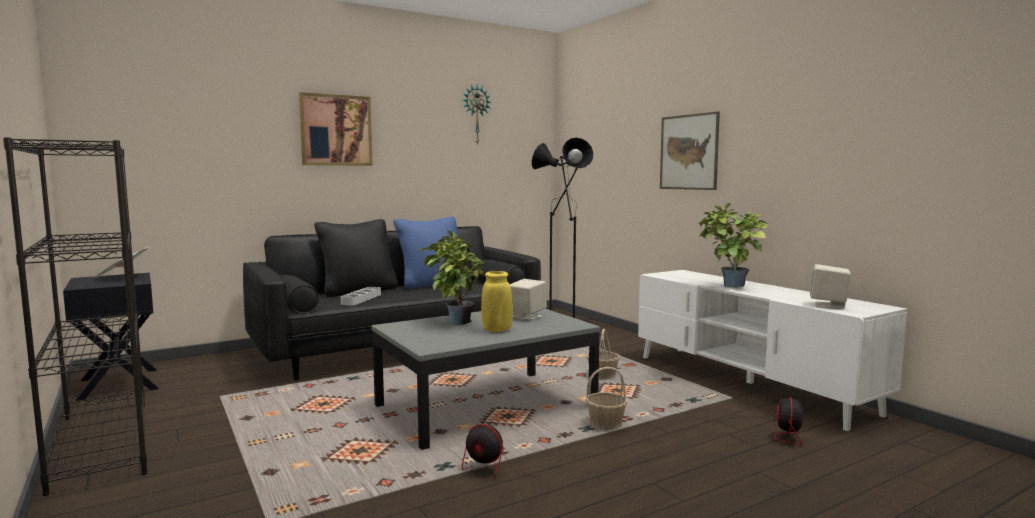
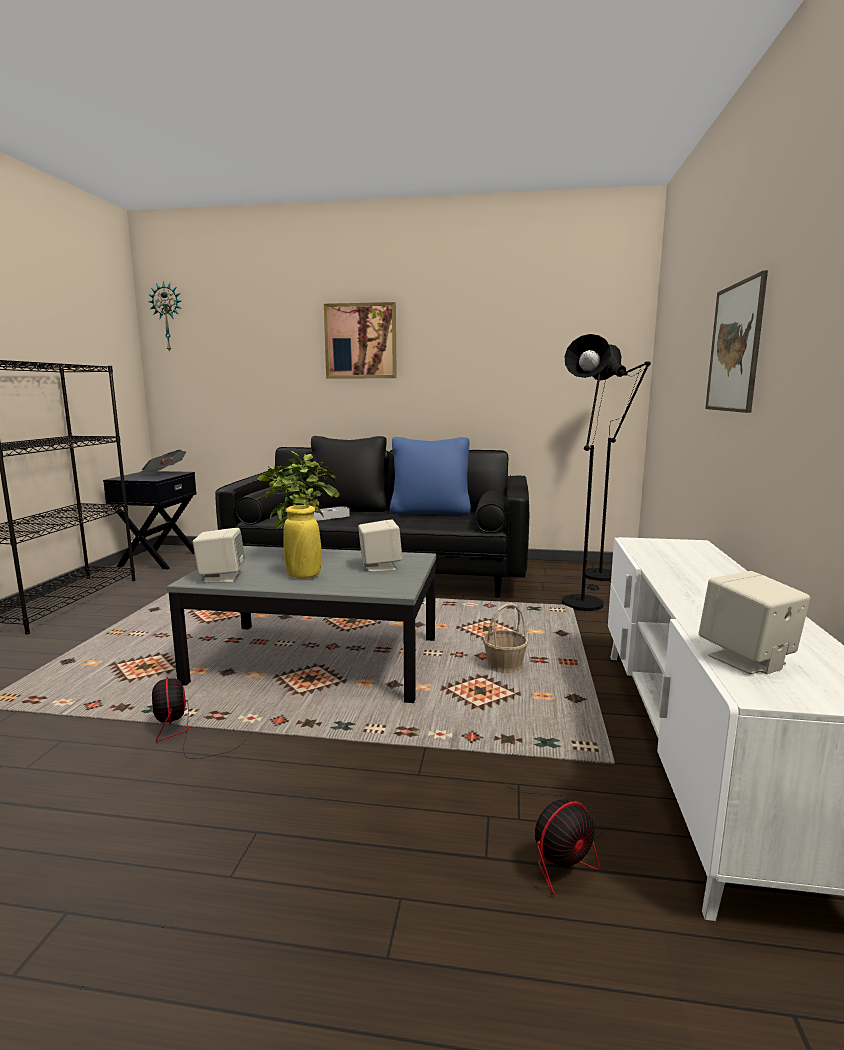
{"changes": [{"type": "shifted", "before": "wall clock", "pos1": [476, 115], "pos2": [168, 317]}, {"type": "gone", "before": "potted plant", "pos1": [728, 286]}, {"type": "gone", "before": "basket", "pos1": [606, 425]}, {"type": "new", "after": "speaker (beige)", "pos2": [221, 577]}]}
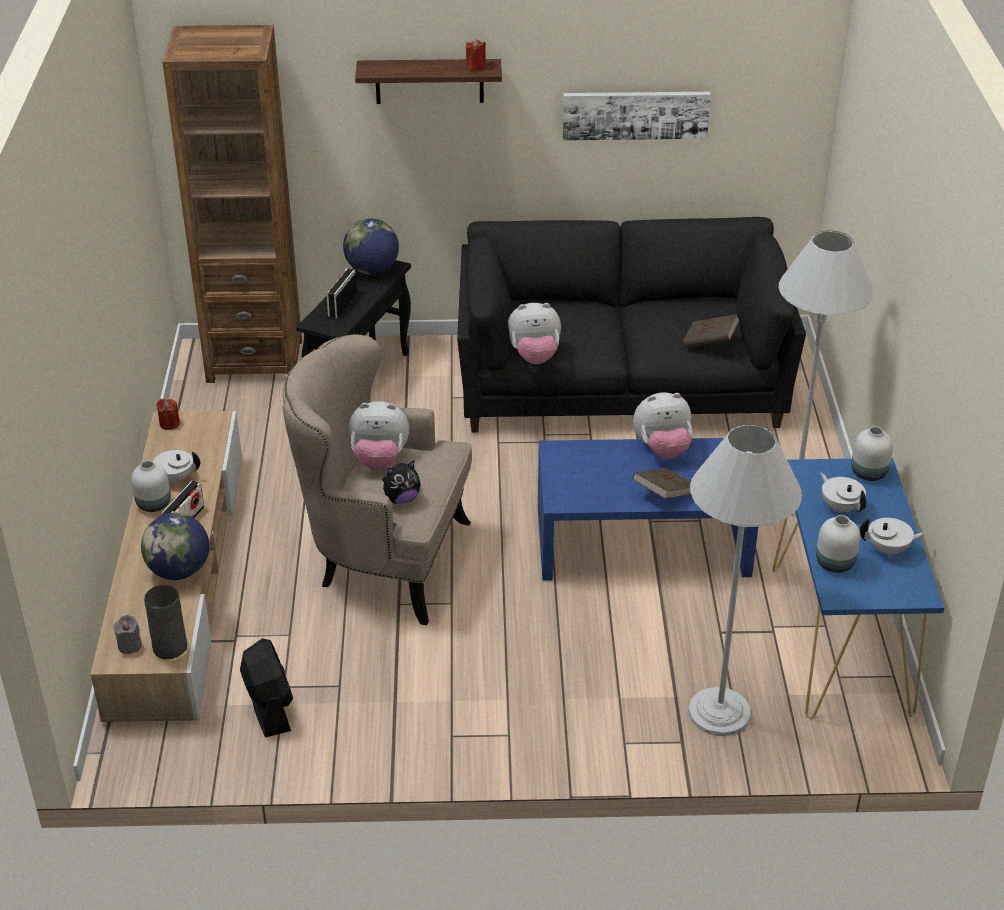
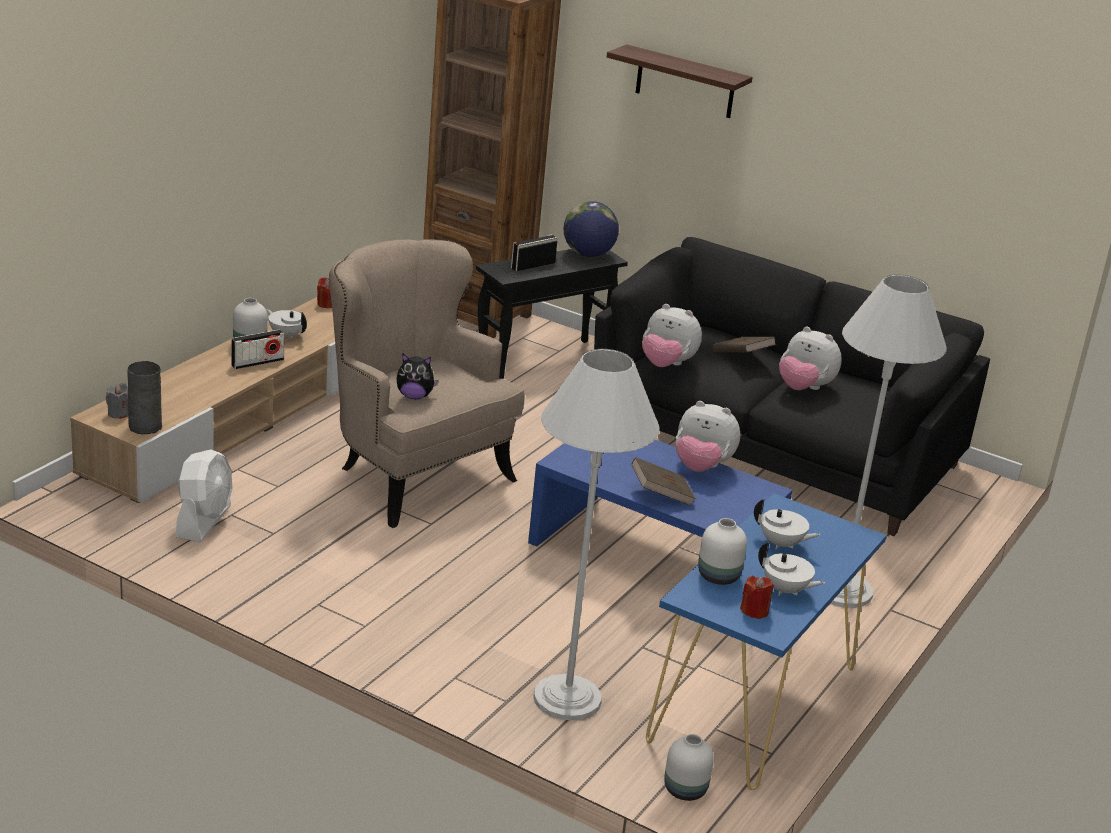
{"changes": [{"type": "shifted", "before": "candle (red)", "pos1": [476, 67], "pos2": [754, 611]}, {"type": "gone", "before": "picture", "pos1": [635, 114]}, {"type": "shifted", "before": "book (brown)", "pos1": [710, 342], "pos2": [742, 357]}, {"type": "shifted", "before": "plush toy", "pos1": [379, 460], "pos2": [804, 388]}, {"type": "shifted", "before": "vase (white)", "pos1": [869, 472], "pos2": [686, 790]}, {"type": "rotated", "before": "teapot (white)", "pos1": [840, 507], "pos2": [781, 544], "turn": 120}, {"type": "gone", "before": "globe", "pos1": [179, 571]}, {"type": "repainted", "before": "fan (black)", "after": "fan (white)", "pos1": [269, 707], "pos2": [204, 521]}]}
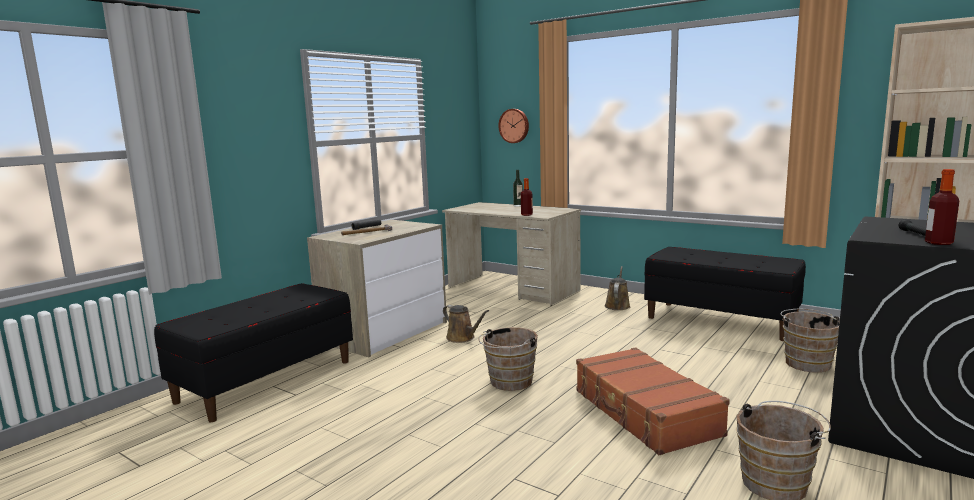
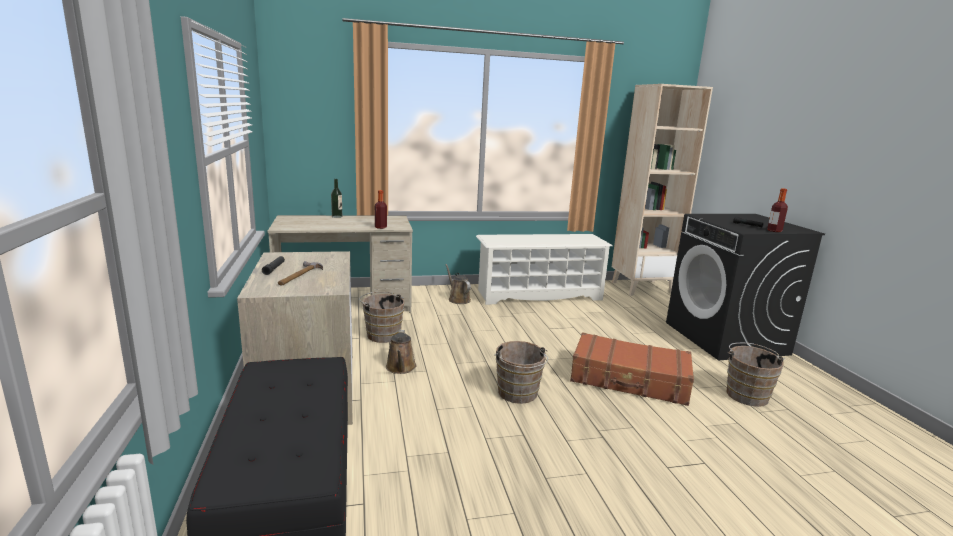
{"changes": [{"type": "gone", "before": "wall clock", "pos1": [514, 126]}, {"type": "swapped", "before": "bench (black)", "after": "shoe rack (white)", "pos1": [720, 320], "pos2": [539, 295]}, {"type": "rotated", "before": "watering can (brown)", "pos1": [462, 338], "pos2": [401, 368], "turn": 90}, {"type": "shifted", "before": "bucket (brown)", "pos1": [806, 362], "pos2": [382, 334]}]}
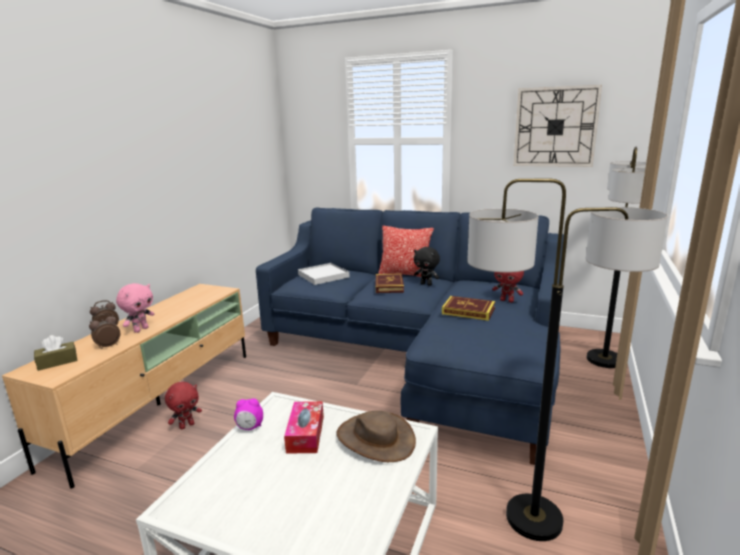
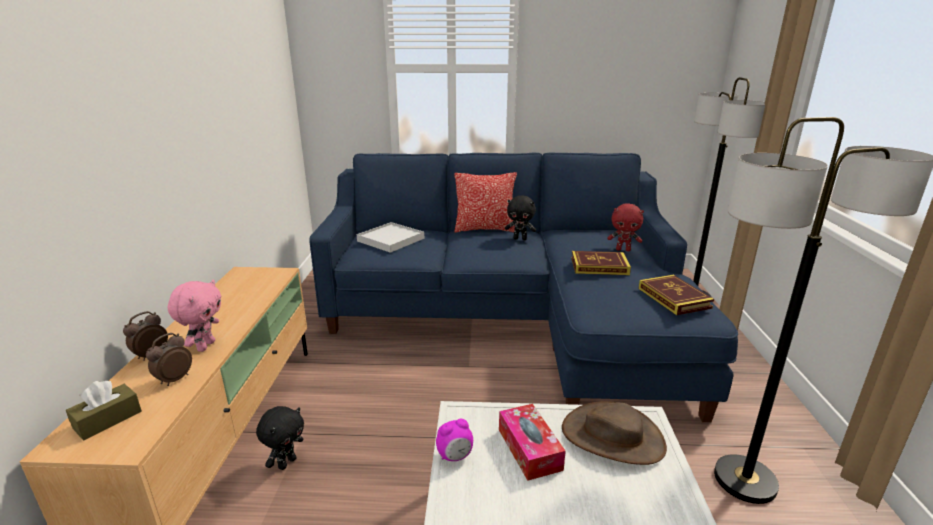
{"changes": [{"type": "gone", "before": "wall clock", "pos1": [555, 127]}, {"type": "shifted", "before": "book", "pos1": [389, 286], "pos2": [674, 298]}, {"type": "repainted", "before": "plush toy (red)", "after": "plush toy (black)", "pos1": [187, 425], "pos2": [287, 462]}]}
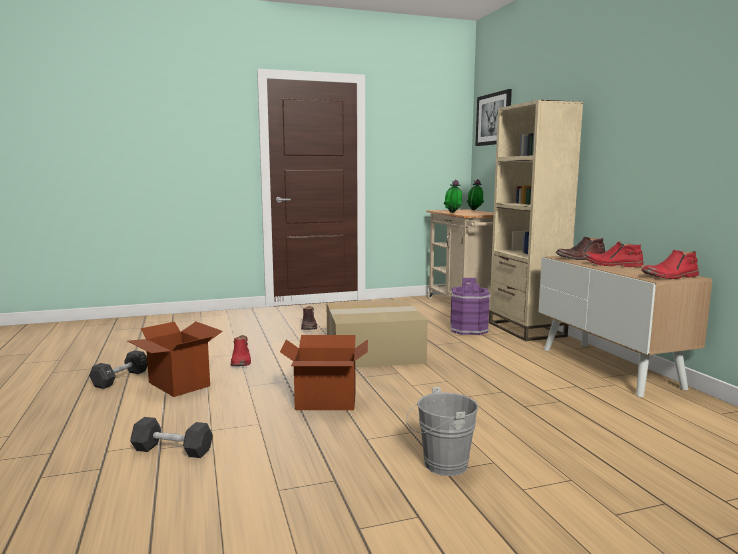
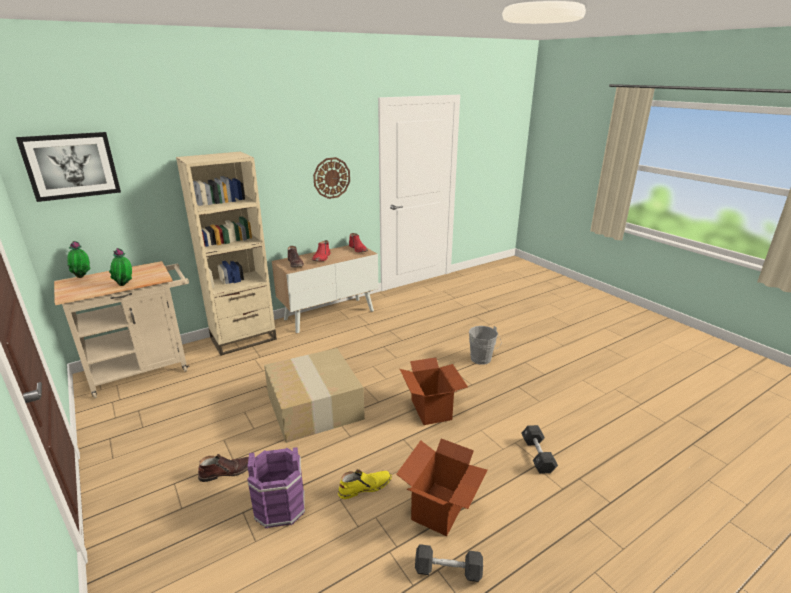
{"changes": [{"type": "shifted", "before": "bucket (purple)", "pos1": [469, 329], "pos2": [280, 506]}, {"type": "repainted", "before": "boot (red)", "after": "boot (yellow)", "pos1": [241, 361], "pos2": [364, 487]}, {"type": "new", "after": "wall clock", "pos2": [331, 178]}]}
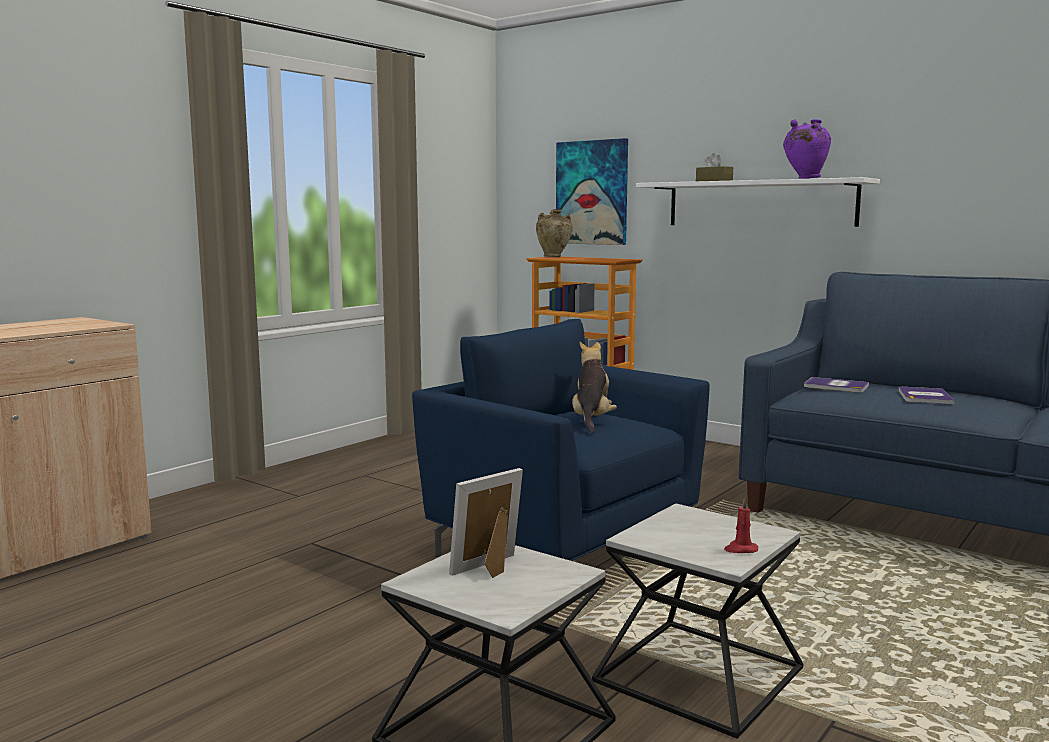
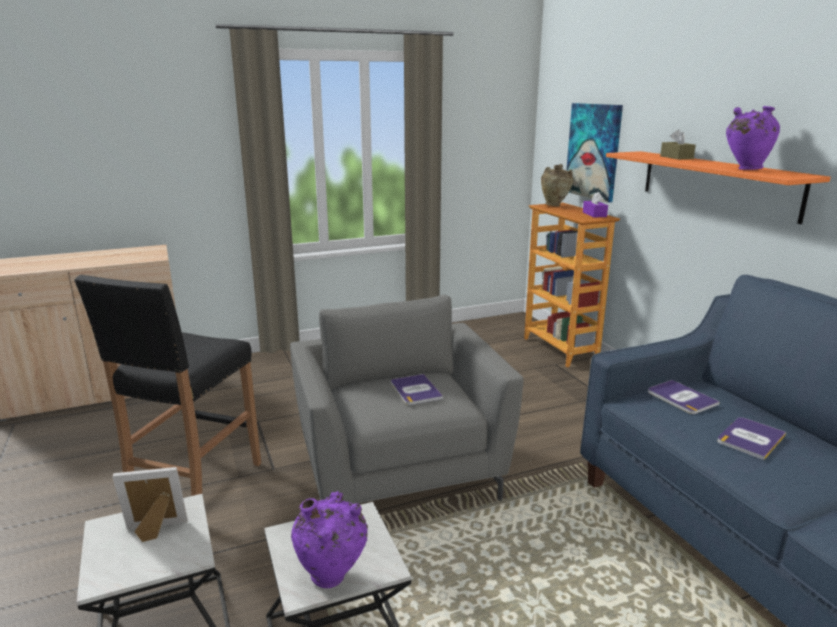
{"changes": [{"type": "repainted", "before": "shelf (white)", "after": "shelf (orange)", "pos1": [759, 204], "pos2": [717, 183]}, {"type": "repainted", "before": "armchair (blue)", "after": "armchair (grey)", "pos1": [563, 546], "pos2": [401, 475]}, {"type": "swapped", "before": "plush toy", "after": "book", "pos1": [591, 420], "pos2": [415, 390]}, {"type": "swapped", "before": "candle (red)", "after": "vase (purple)", "pos1": [740, 549], "pos2": [332, 579]}, {"type": "new", "after": "tissue box (purple)", "pos2": [594, 214]}, {"type": "new", "after": "stool (black)", "pos2": [194, 486]}]}
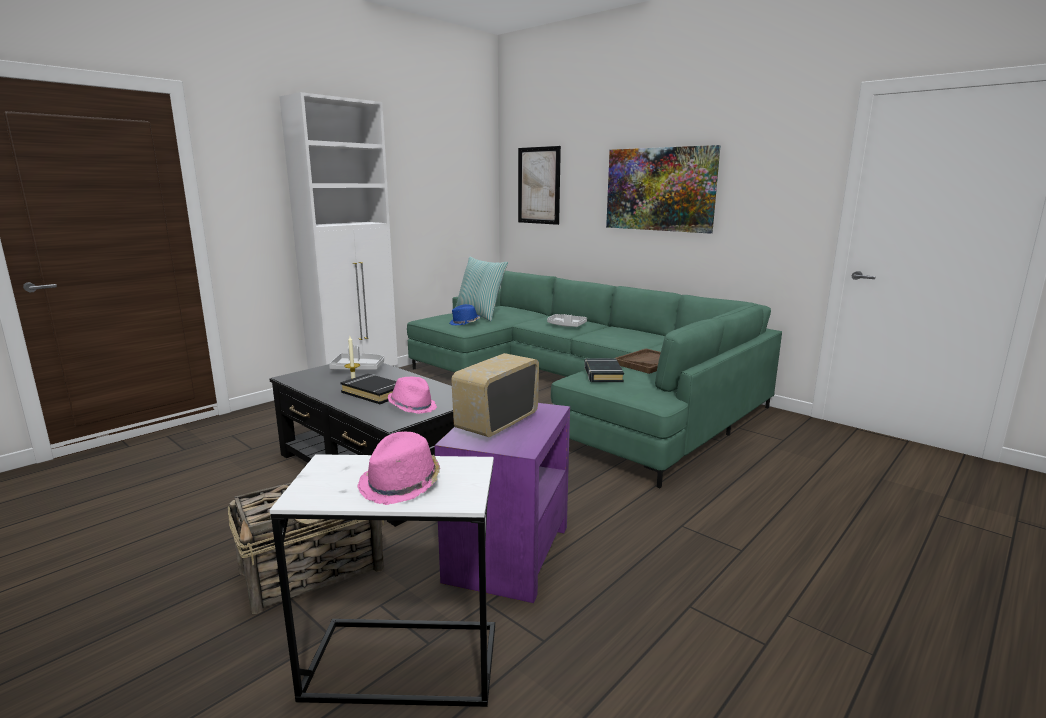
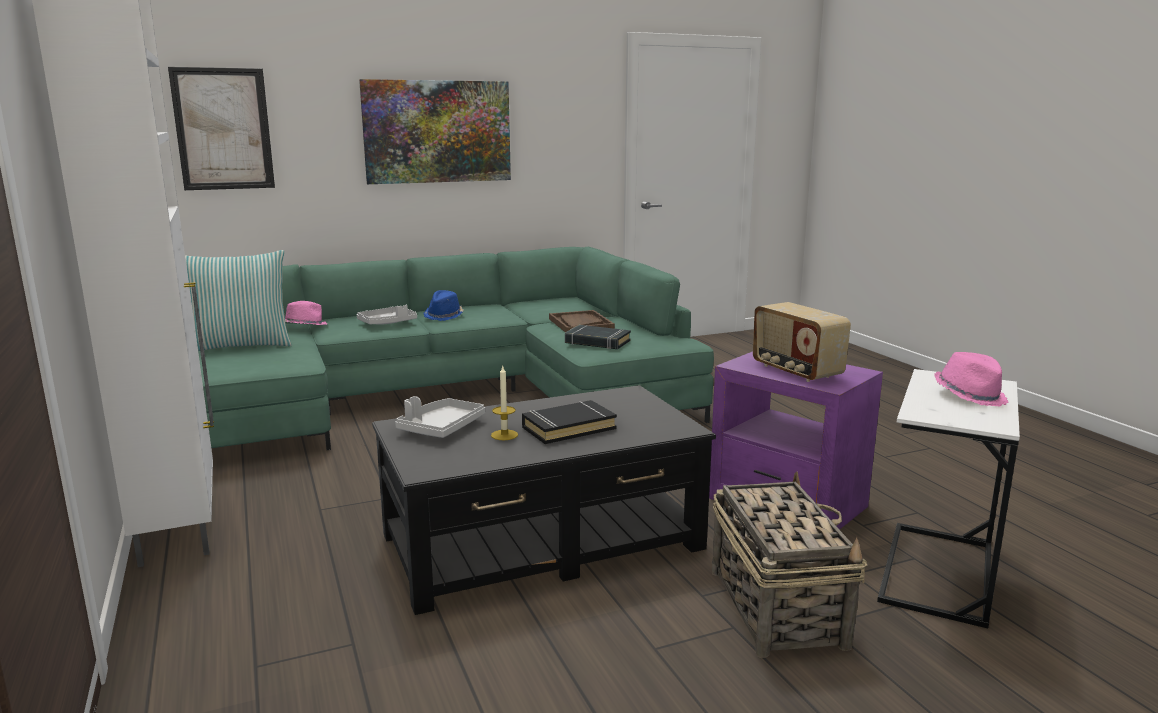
{"changes": [{"type": "shifted", "before": "hat (blue)", "pos1": [465, 323], "pos2": [444, 316]}, {"type": "shifted", "before": "hat (pink)", "pos1": [412, 407], "pos2": [304, 326]}]}
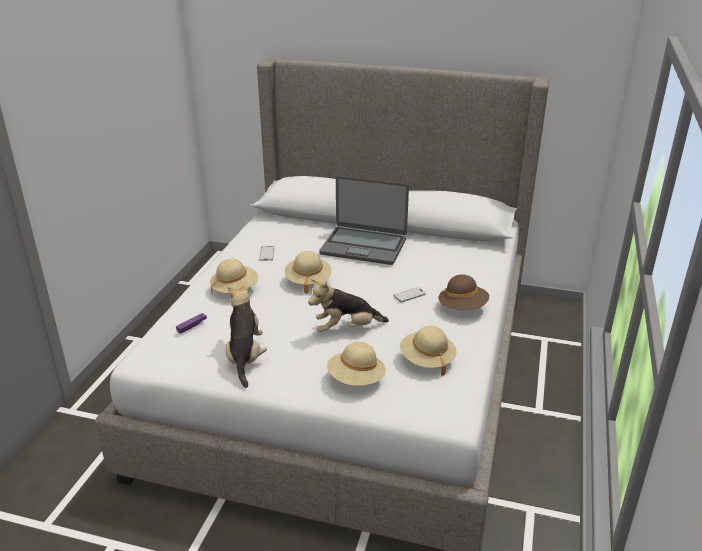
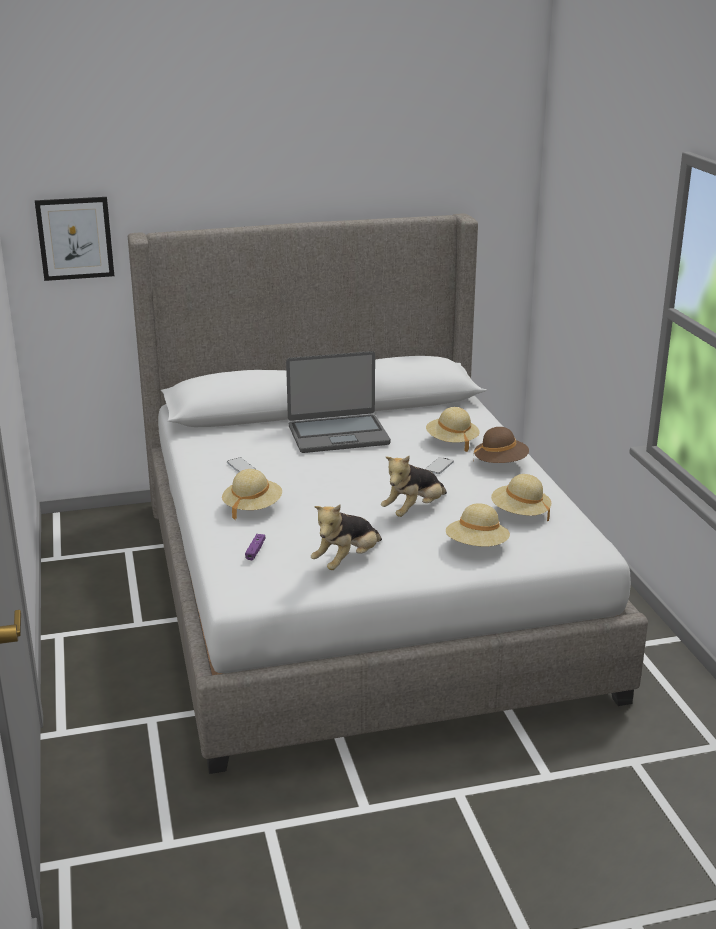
{"changes": [{"type": "shifted", "before": "hat (beige)", "pos1": [308, 281], "pos2": [452, 442]}, {"type": "rotated", "before": "plush toy", "pos1": [245, 357], "pos2": [347, 561], "turn": -105}, {"type": "new", "after": "picture", "pos2": [75, 238]}]}
